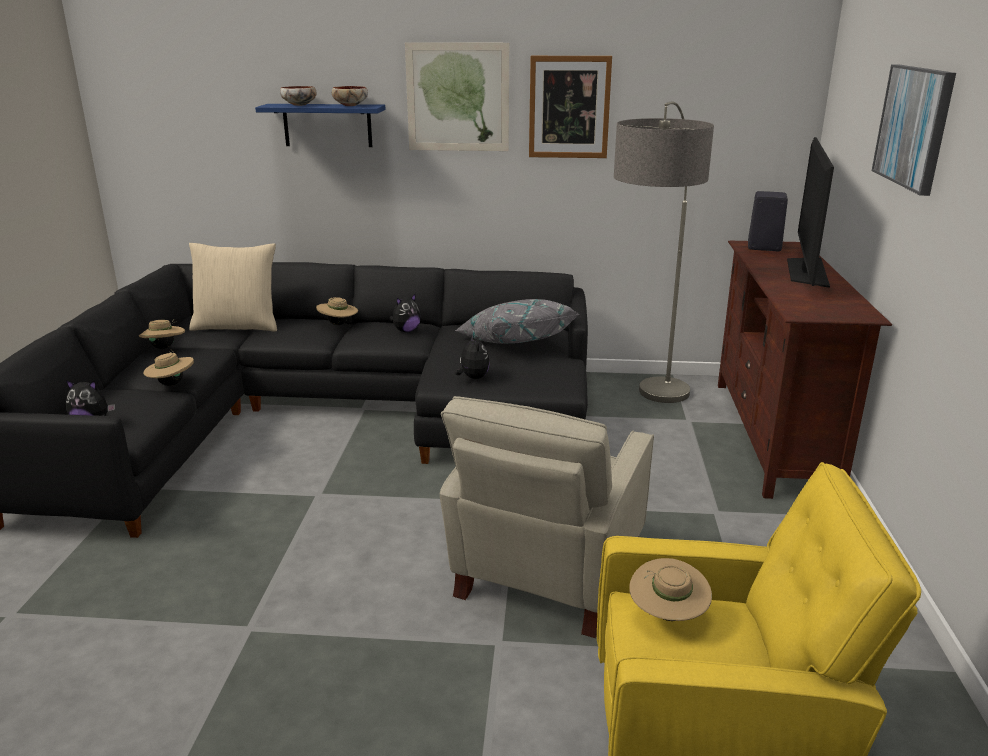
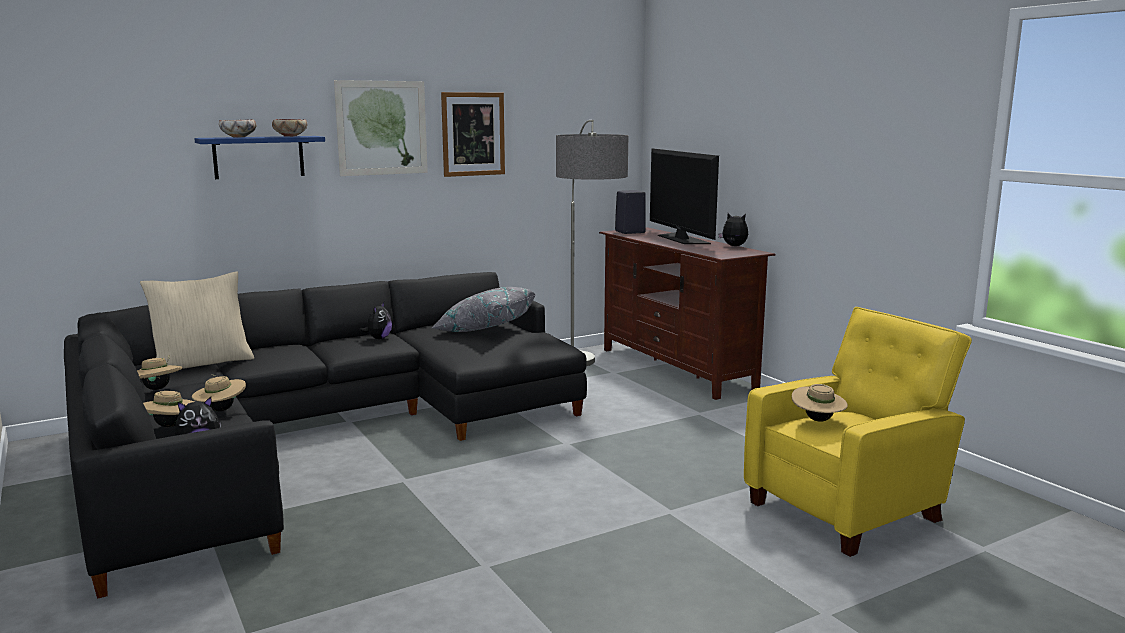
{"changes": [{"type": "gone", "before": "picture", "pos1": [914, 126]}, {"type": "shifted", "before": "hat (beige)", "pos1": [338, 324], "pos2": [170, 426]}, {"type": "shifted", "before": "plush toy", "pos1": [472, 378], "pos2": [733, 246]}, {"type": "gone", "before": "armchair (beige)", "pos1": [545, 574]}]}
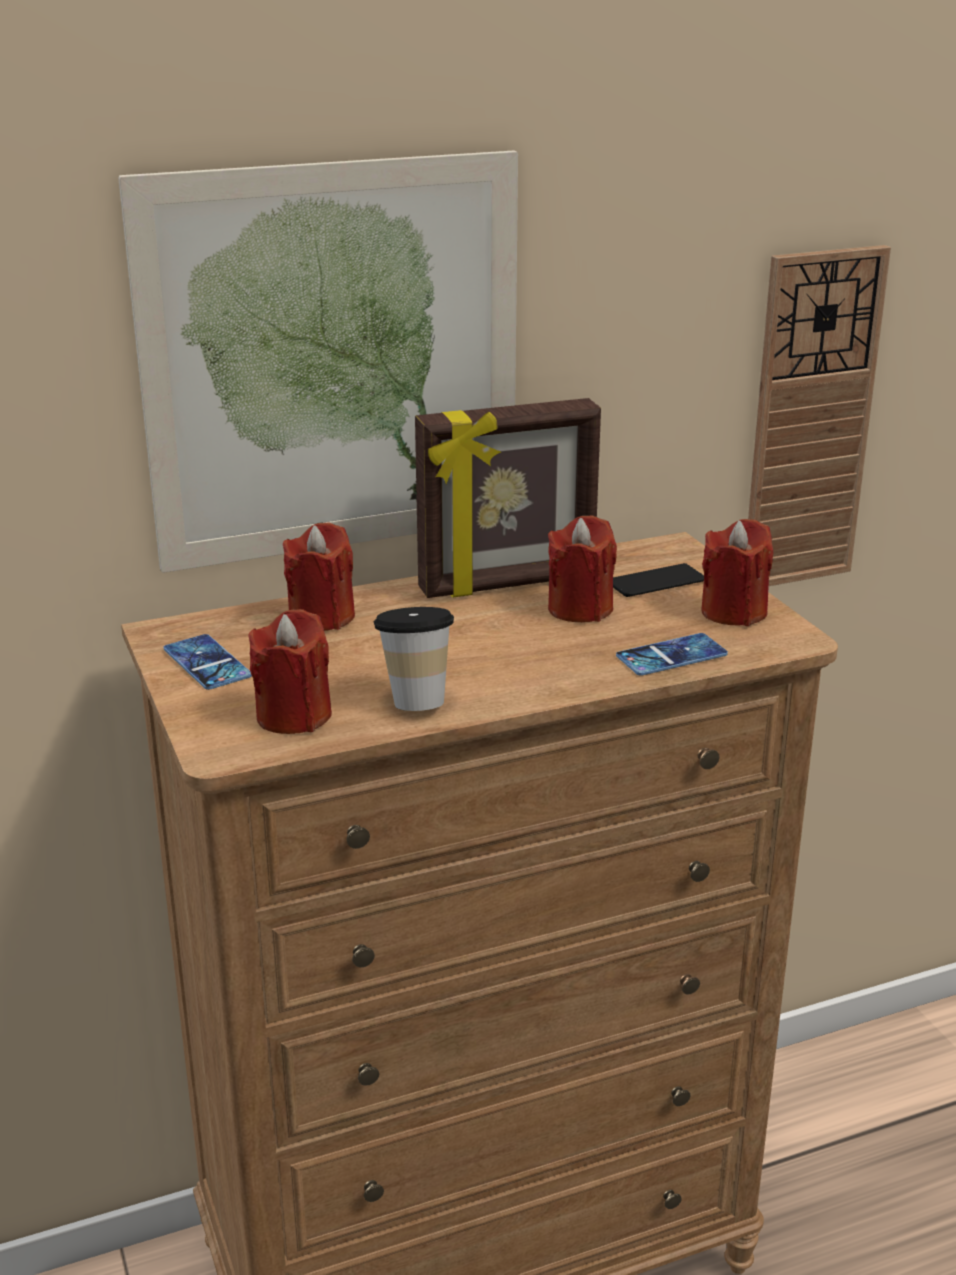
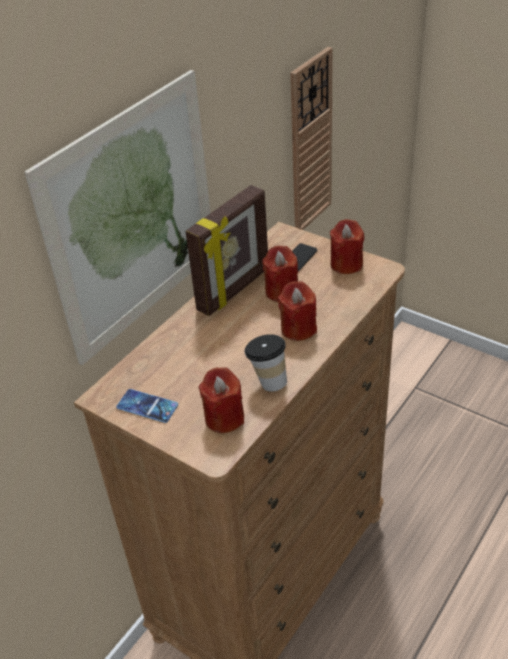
{"changes": [{"type": "shifted", "before": "candle (red)", "pos1": [321, 617], "pos2": [298, 329]}, {"type": "gone", "before": "phone", "pos1": [671, 655]}]}
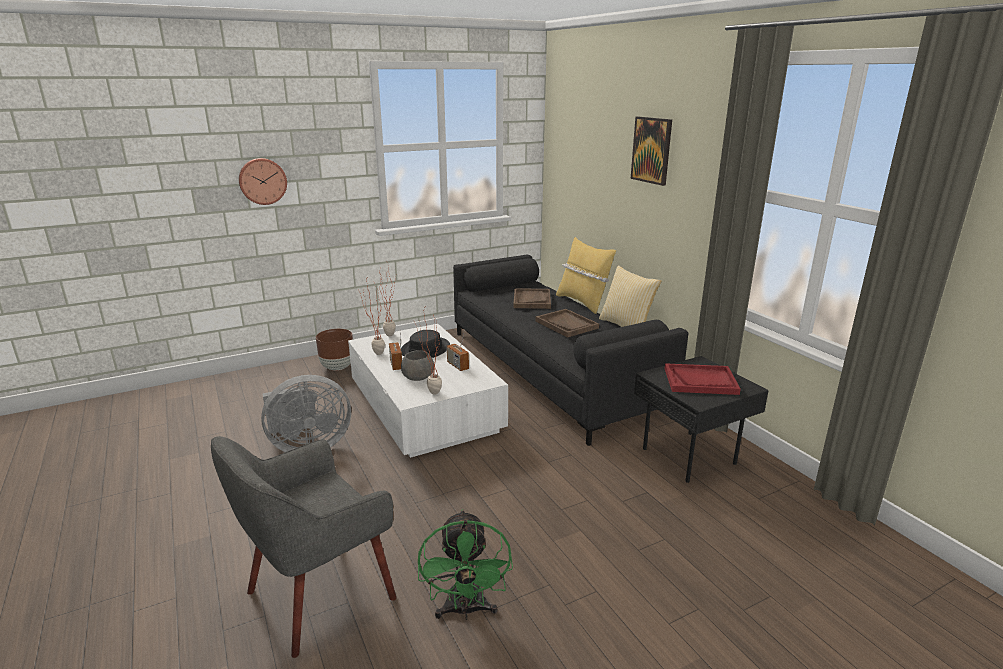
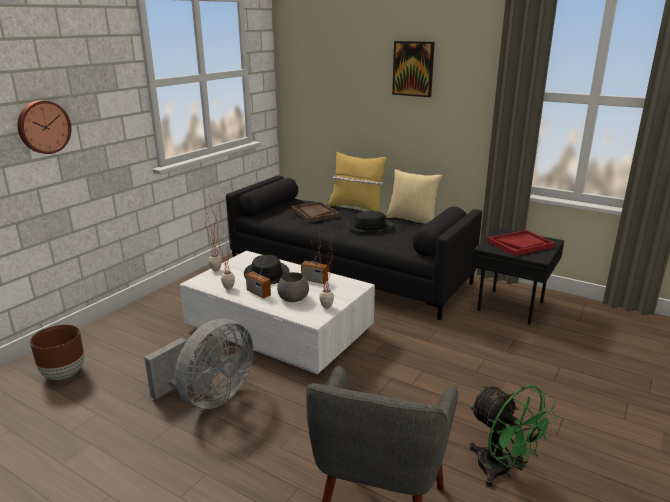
{"changes": [{"type": "swapped", "before": "tray (brown)", "after": "hat (black)", "pos1": [566, 324], "pos2": [370, 226]}, {"type": "shifted", "before": "planter (brown)", "pos1": [337, 367], "pos2": [63, 374]}]}
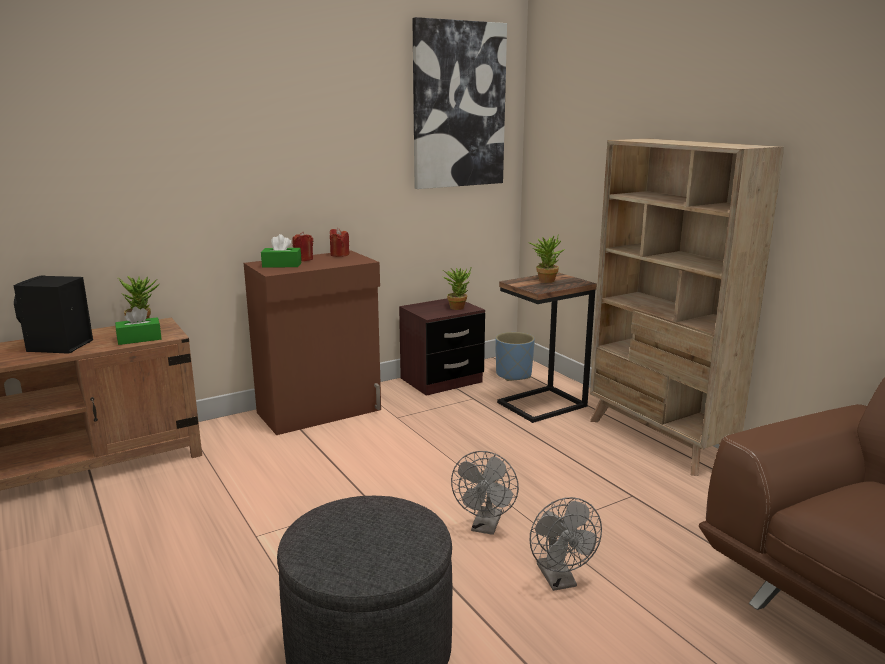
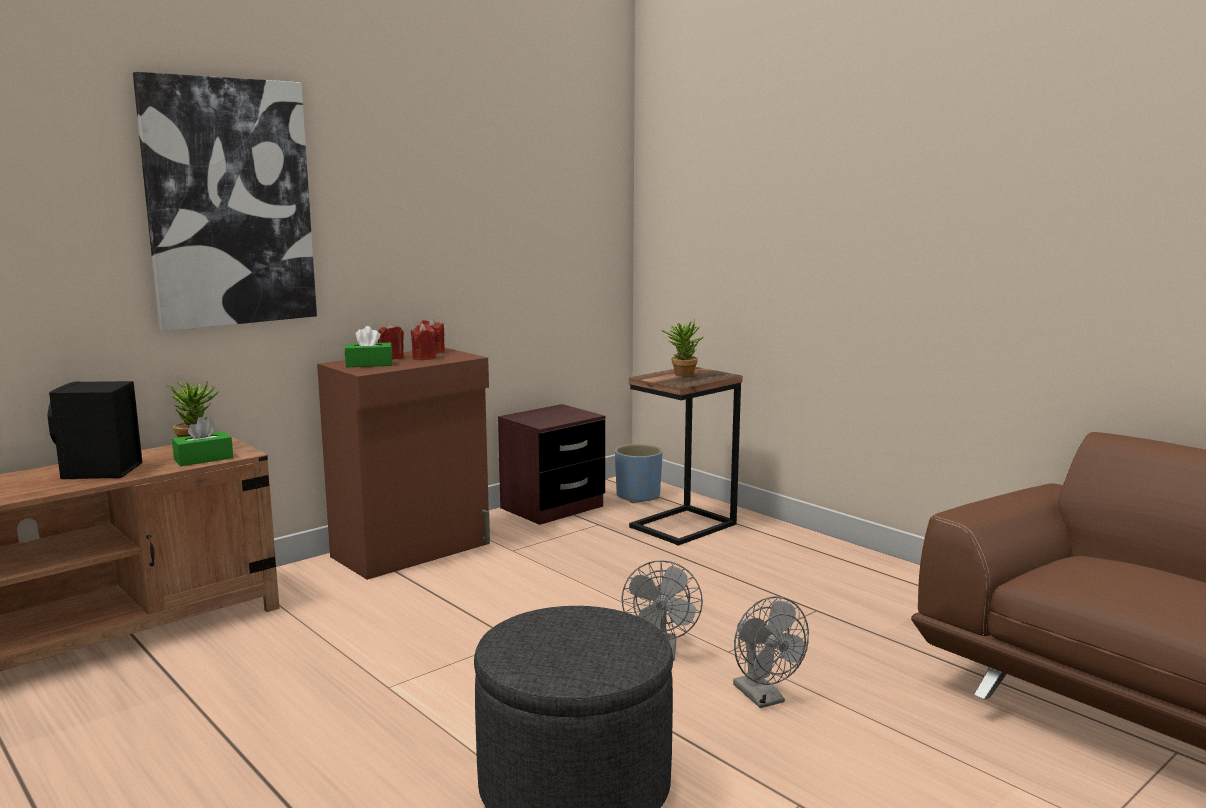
{"changes": [{"type": "shifted", "before": "picture", "pos1": [458, 105], "pos2": [229, 203]}, {"type": "gone", "before": "bookcase (beige)", "pos1": [658, 440]}, {"type": "gone", "before": "potted plant", "pos1": [458, 307]}, {"type": "new", "after": "candle (red)", "pos2": [424, 358]}]}
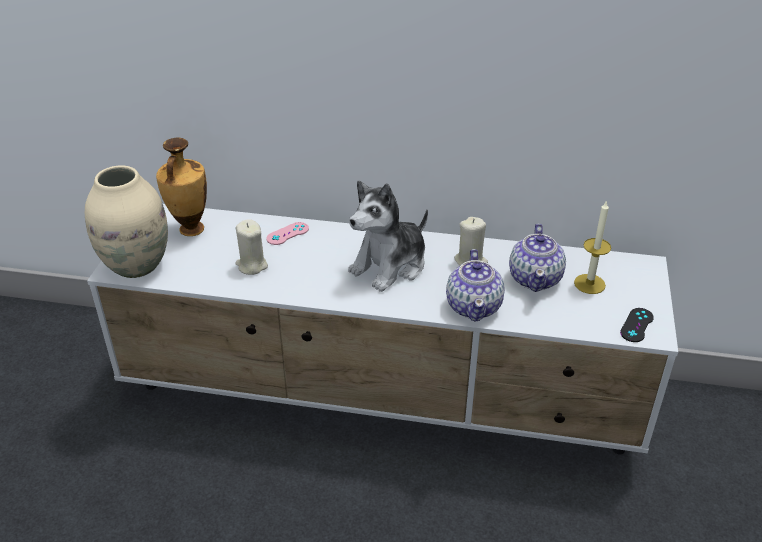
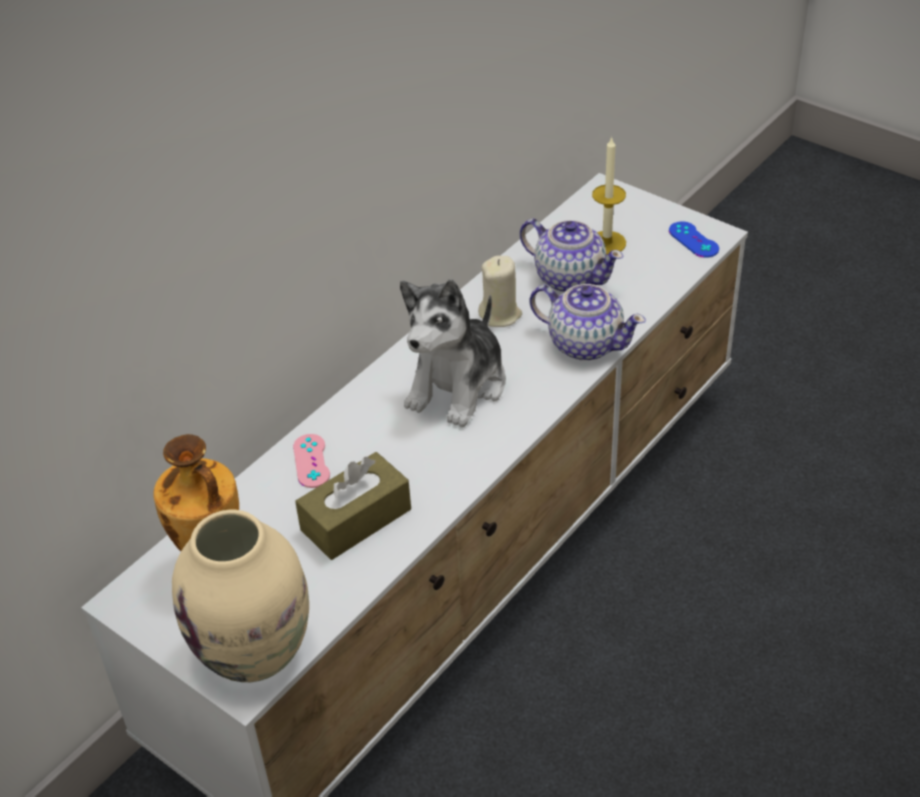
{"changes": [{"type": "rotated", "before": "plush toy", "pos1": [390, 266], "pos2": [458, 386], "turn": 45}, {"type": "swapped", "before": "candle (beige)", "after": "tissue box (brown)", "pos1": [251, 265], "pos2": [356, 519]}, {"type": "repainted", "before": "game controller (black)", "after": "game controller (blue)", "pos1": [636, 325], "pos2": [693, 240]}]}
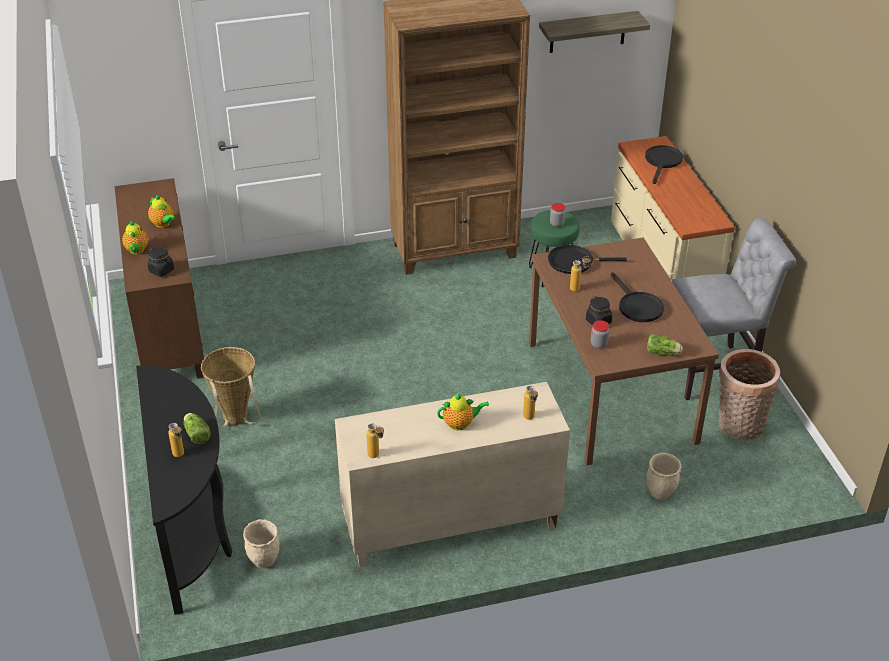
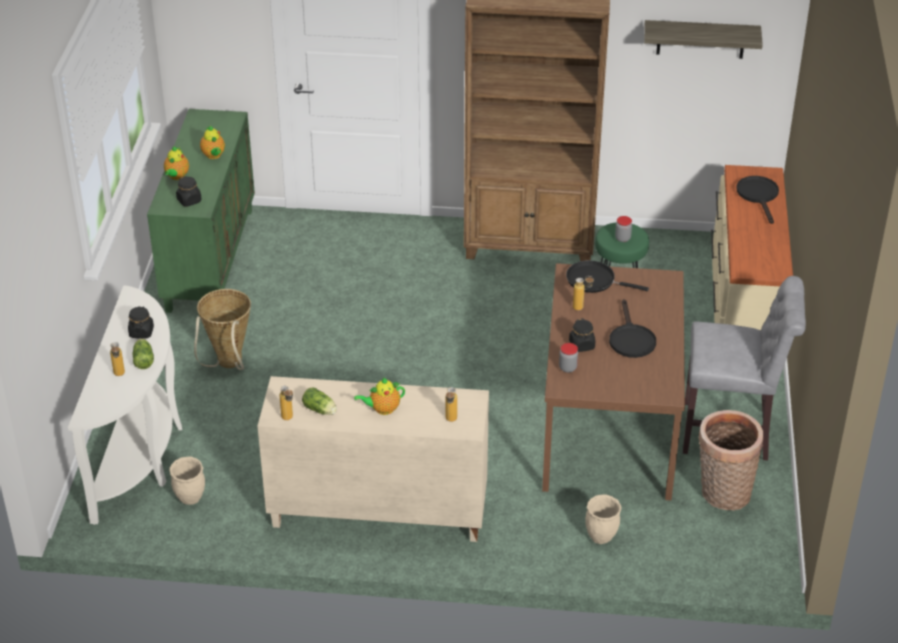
{"changes": [{"type": "rotated", "before": "frying pan (black)", "pos1": [662, 162], "pos2": [759, 196], "turn": -45}, {"type": "repainted", "before": "cabinet (brown)", "after": "cabinet (green)", "pos1": [167, 327], "pos2": [209, 259]}, {"type": "shifted", "before": "lettuce", "pos1": [663, 353], "pos2": [320, 410]}, {"type": "repainted", "before": "console table (black)", "after": "console table (white)", "pos1": [194, 530], "pos2": [142, 454]}, {"type": "rotated", "before": "teapot", "pos1": [460, 424], "pos2": [382, 409], "turn": 150}, {"type": "new", "after": "jar (black)", "pos2": [141, 332]}]}
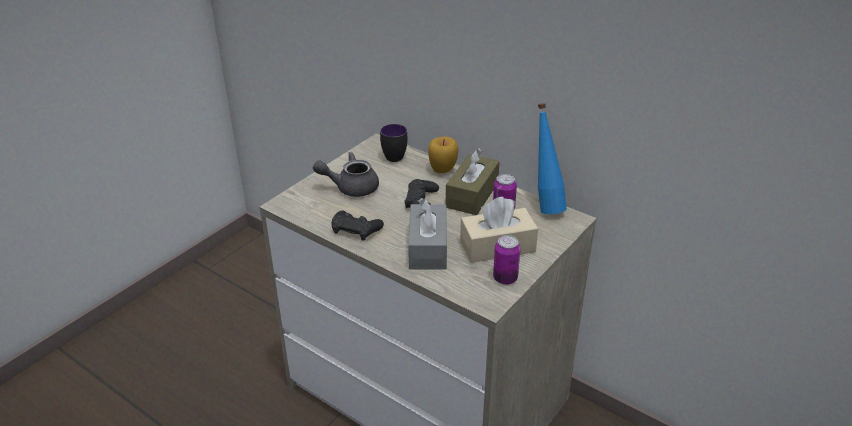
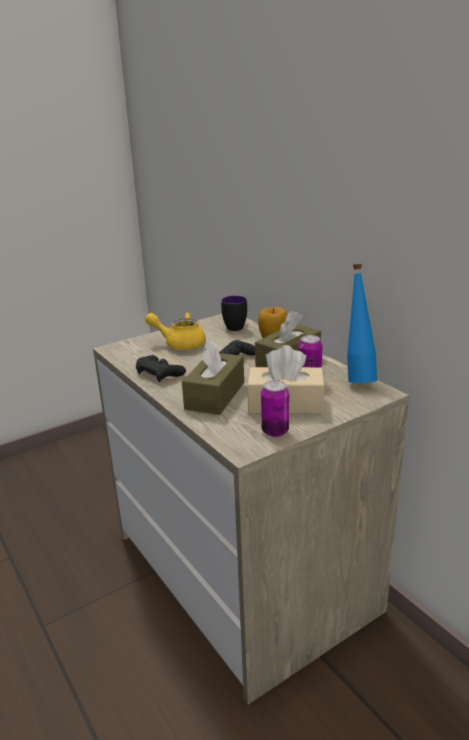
{"changes": [{"type": "repainted", "before": "teapot (grey)", "after": "teapot (yellow)", "pos1": [351, 187], "pos2": [180, 344]}, {"type": "repainted", "before": "tissue box (grey)", "after": "tissue box (brown)", "pos1": [428, 248], "pos2": [215, 395]}]}
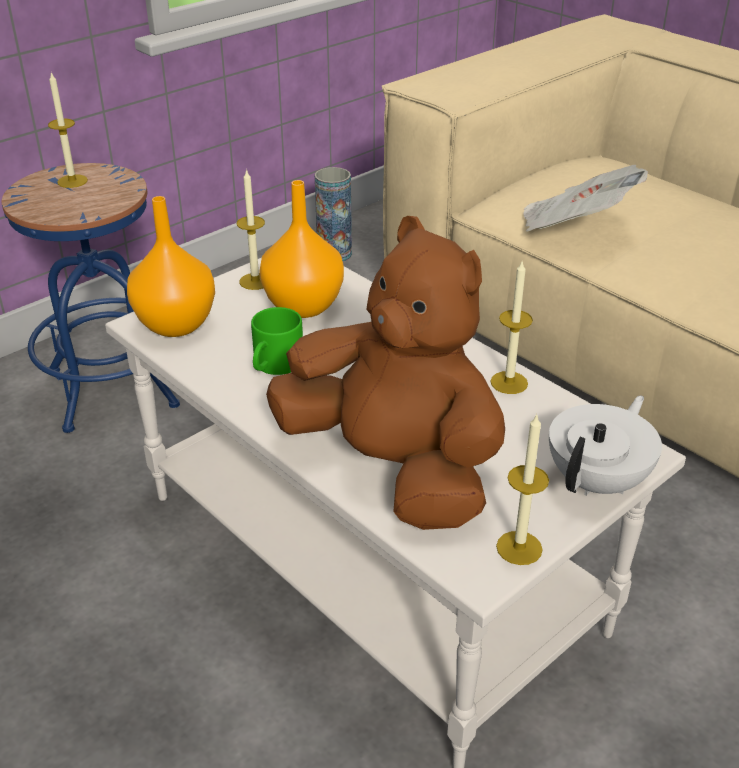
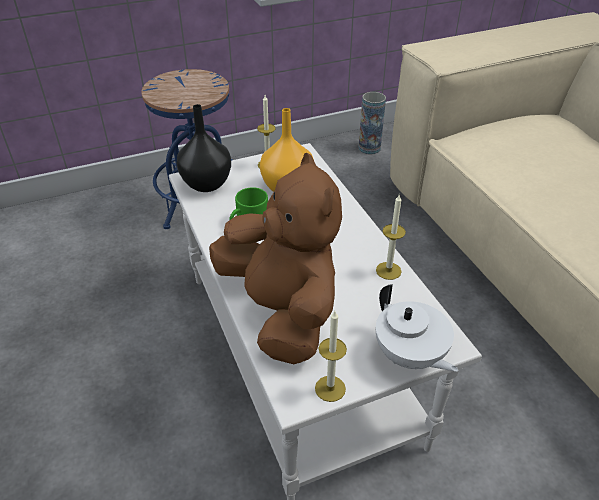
{"changes": [{"type": "gone", "before": "candle", "pos1": [72, 181]}, {"type": "gone", "before": "newspaper", "pos1": [575, 227]}, {"type": "repainted", "before": "vase (orange)", "after": "vase (black)", "pos1": [175, 324], "pos2": [206, 183]}, {"type": "rotated", "before": "teapot (white)", "pos1": [598, 480], "pos2": [409, 356], "turn": 90}]}
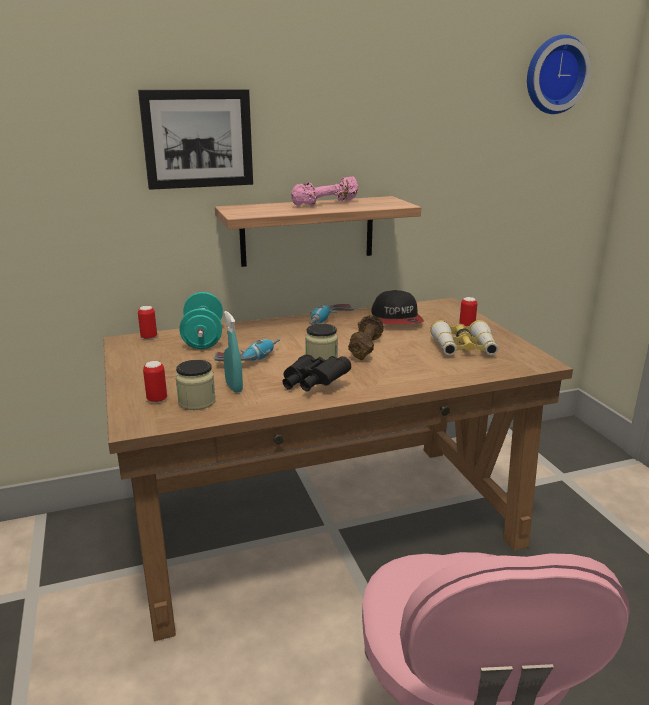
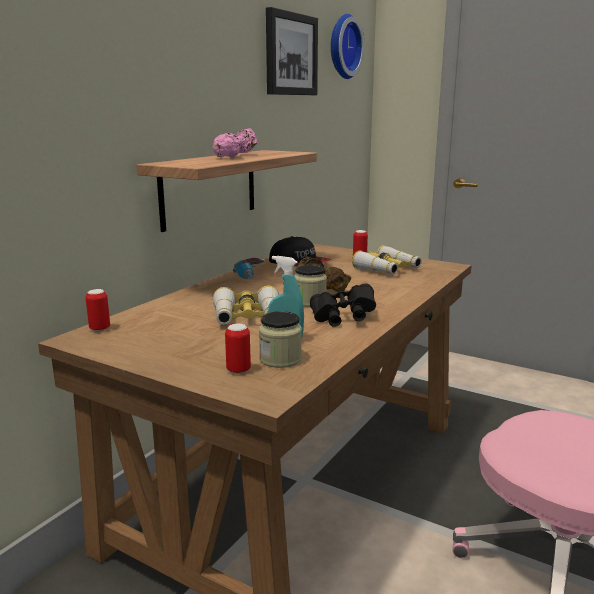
{"changes": [{"type": "shifted", "before": "picture", "pos1": [197, 139], "pos2": [290, 54]}, {"type": "gone", "before": "dumbbell (turquoise)", "pos1": [203, 338]}, {"type": "swapped", "before": "power drill", "after": "binoculars", "pos1": [249, 358], "pos2": [247, 317]}]}
